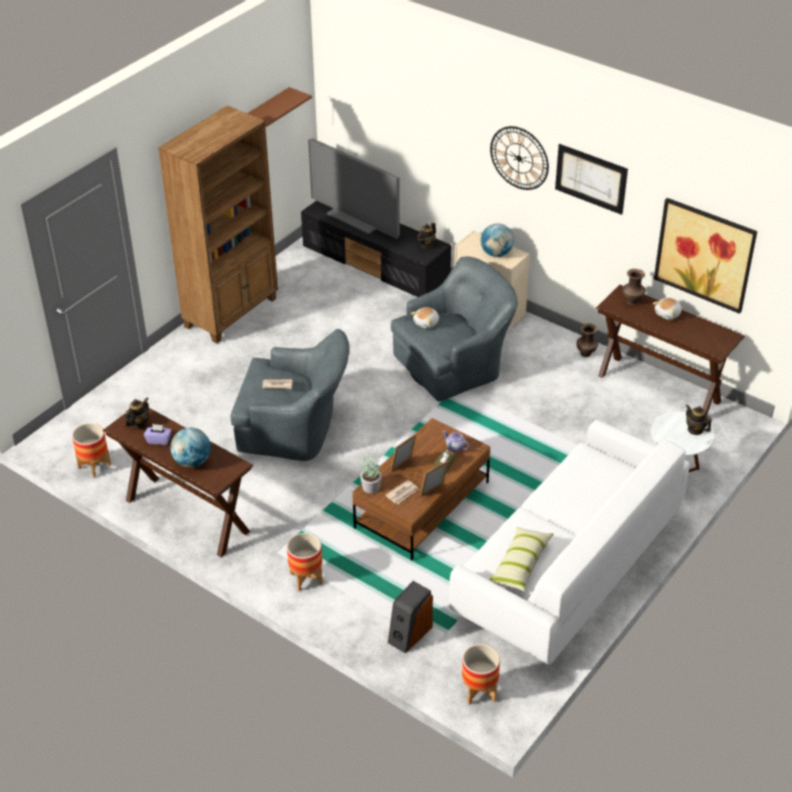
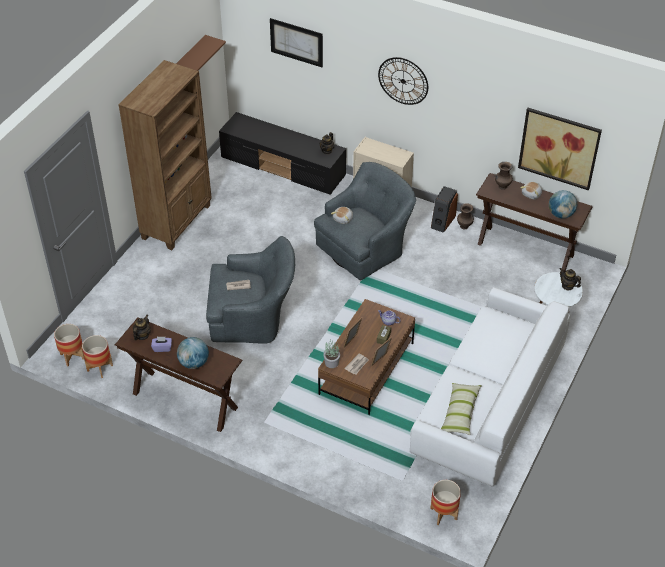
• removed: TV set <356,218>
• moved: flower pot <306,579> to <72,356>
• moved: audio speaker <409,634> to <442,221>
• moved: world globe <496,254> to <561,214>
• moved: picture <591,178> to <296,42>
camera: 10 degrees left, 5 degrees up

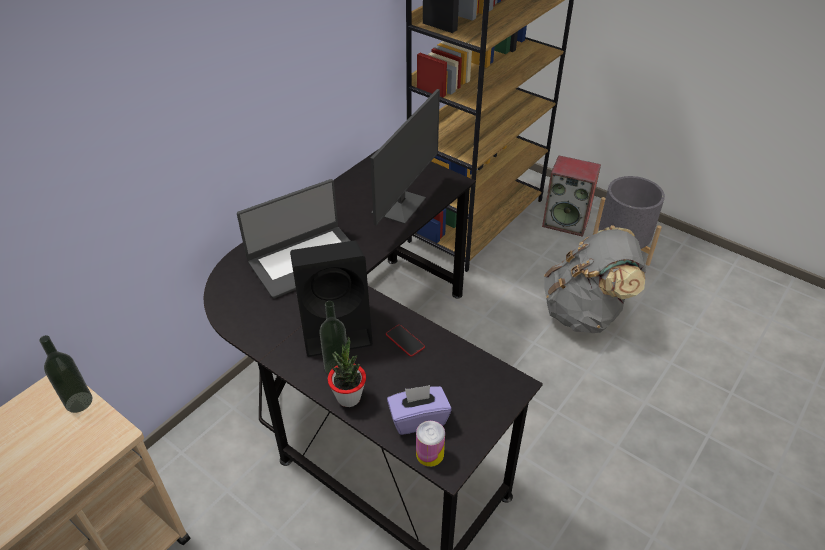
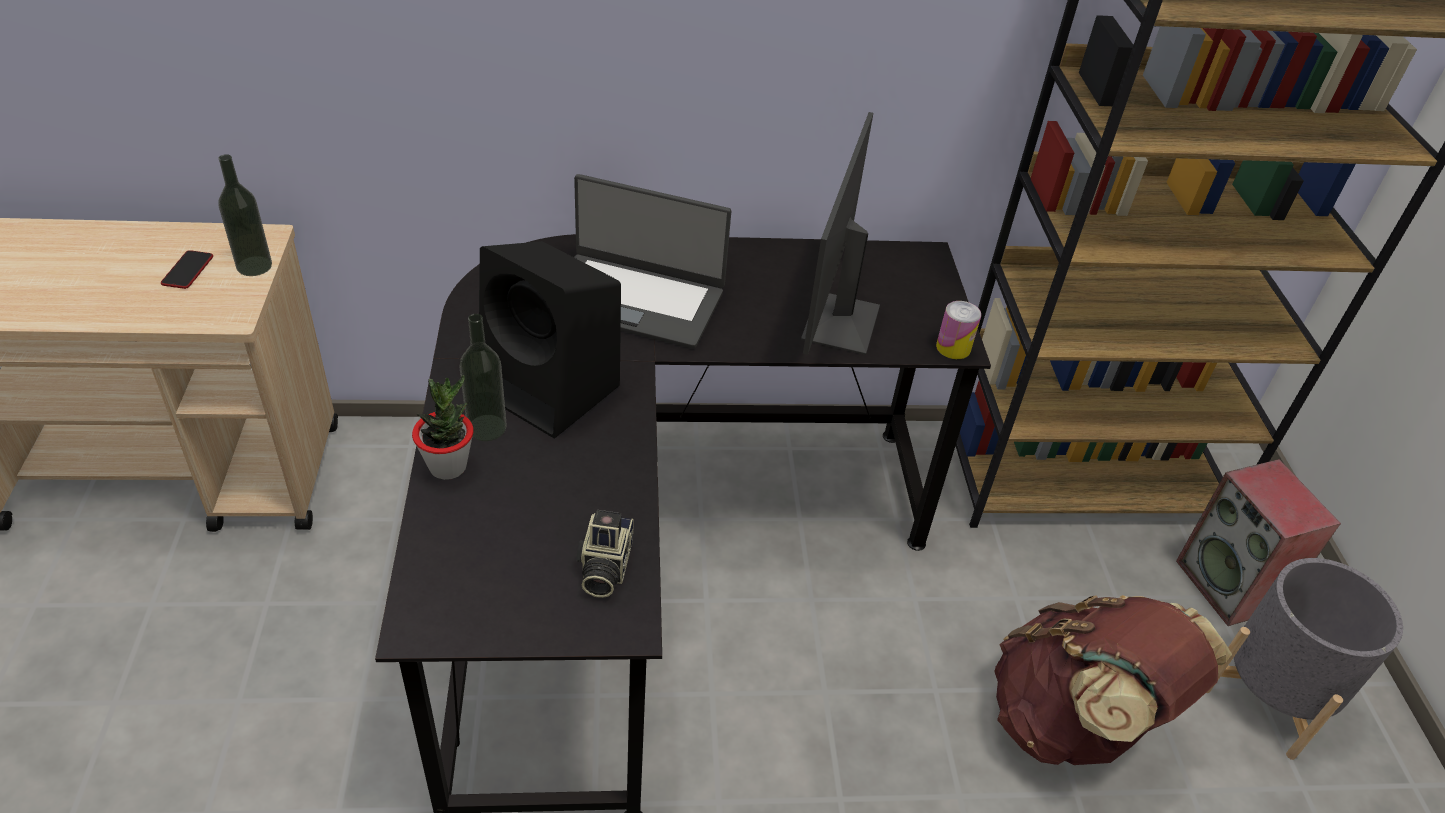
• removed: purple-coloured box of tissues <418,419>
• added: still camera <603,567>
• moved: telephone <405,341> to <187,270>
• moved: metal can <430,454> to <953,348>
• recoloured: greyish knapsack <585,312> to brownish knapsack <1073,723>
• turned: monitor <400,206> = <838,322> 120 degrees clockwise
camera: 45 degrees right, 0 degrees up

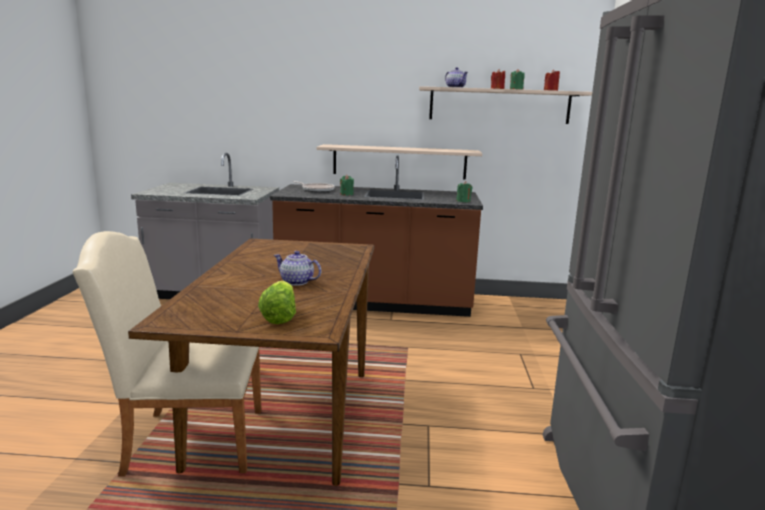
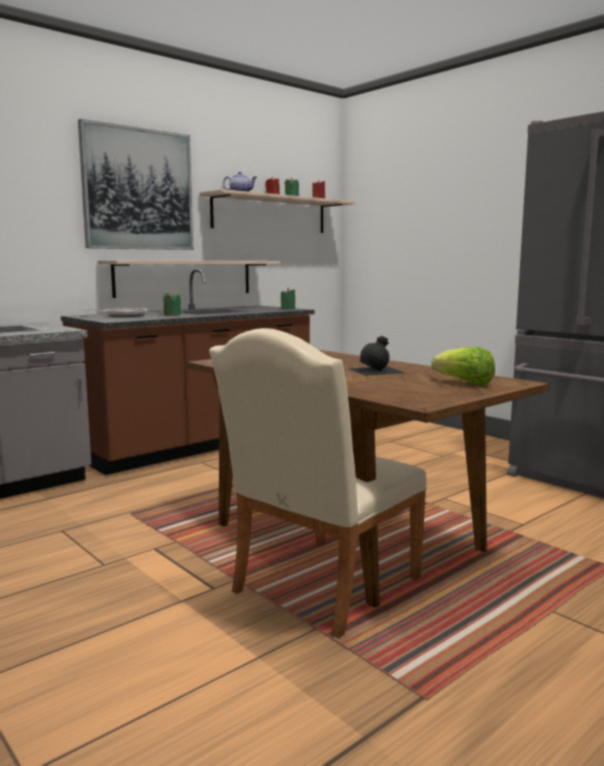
• added: picture <138,189>
• replaced: tea pot <297,282> to black bottle <377,370>
camera: 45 degrees left, 5 degrees down

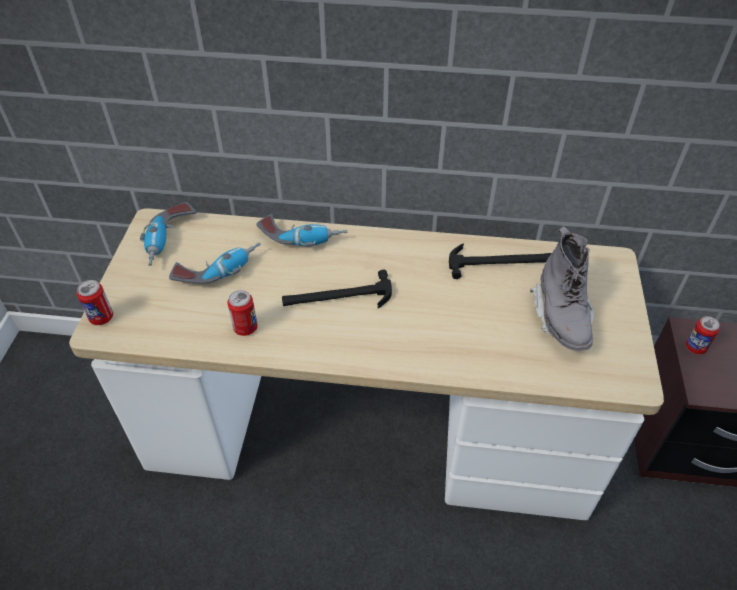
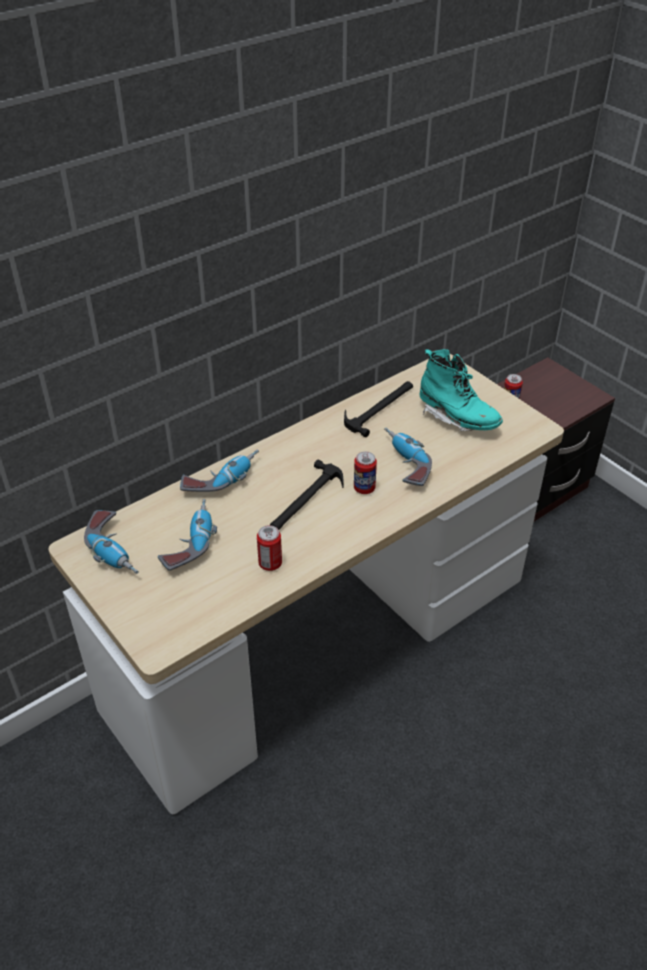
• added: electric drill <403,464>
• moved: metal can <101,318> to <364,488>
• recoloured: greyish high-top boot <561,317> to blue-green high-top boot <457,418>
camera: 45 degrees left, 5 degrees down

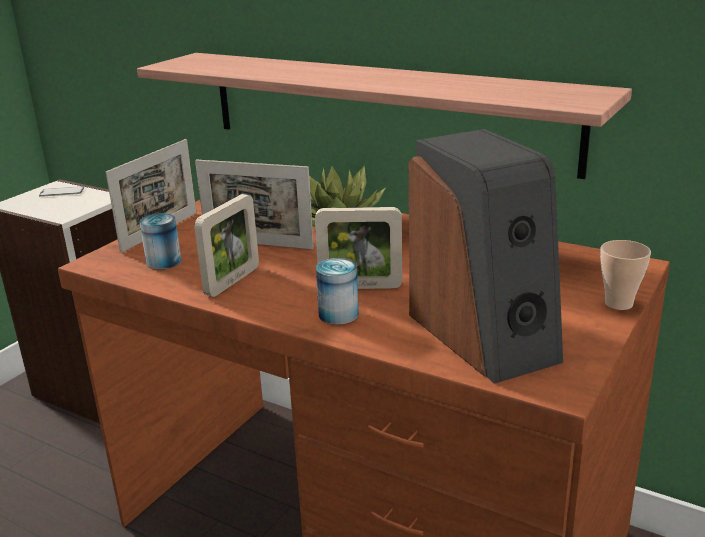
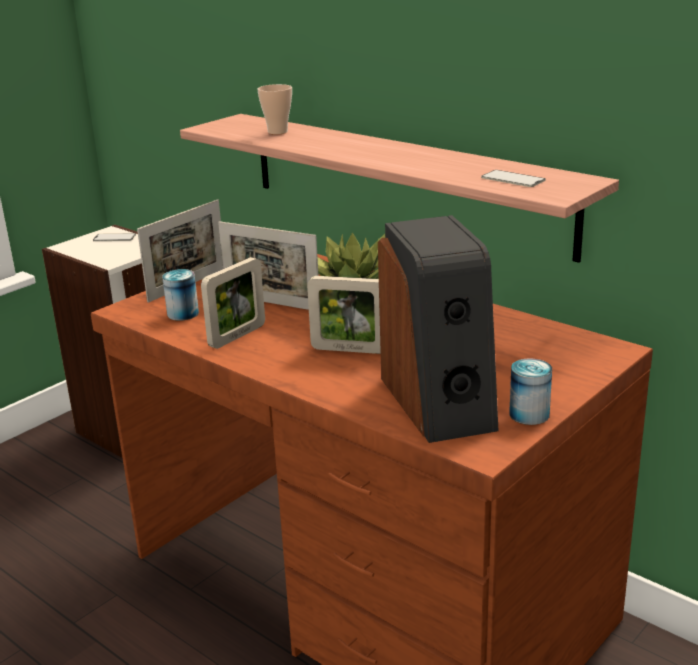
• added: telephone <513,179>
• moved: metal can <338,314> to <529,414>
• moved: cup <618,304> to <277,132>
camera: 10 degrees right, 0 degrees up

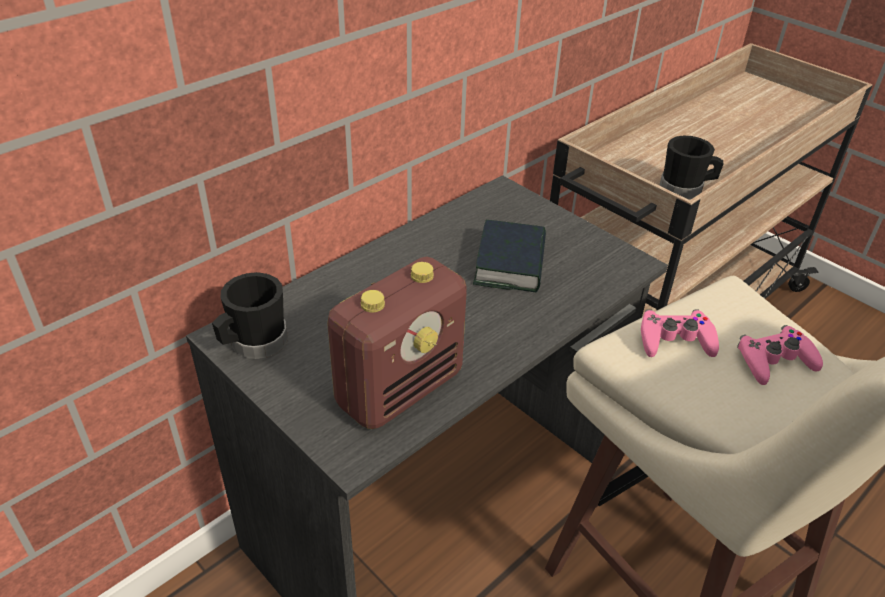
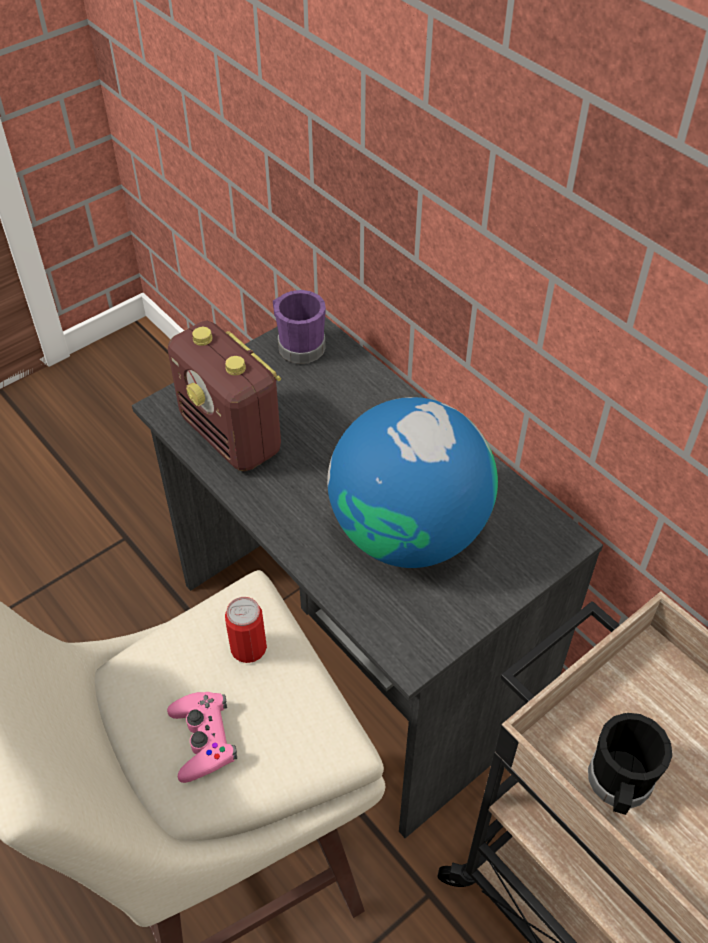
• replaced: bound book <510,263> to world globe <409,531>
• replaced: pink-coloured gamepad <675,340> to metal can <248,647>
• recoloured: black tea mug <253,344> to purple-coloured tea mug <298,345>
camera: 95 degrees right, 10 degrees up

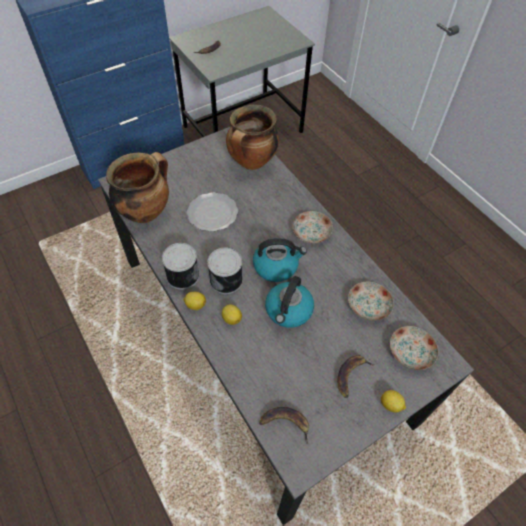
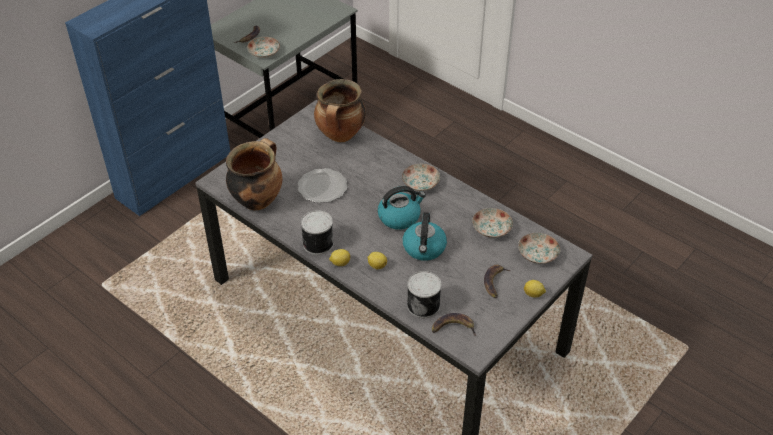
• added: dinner plate <264,53>
• moved: metal can <227,279> to <424,304>
camera: 15 degrees left, 10 degrees down

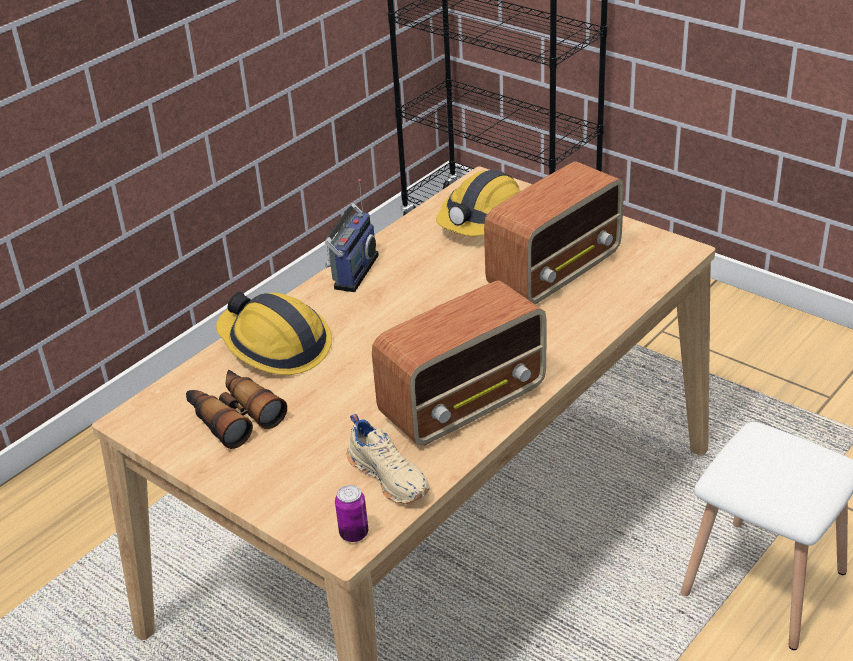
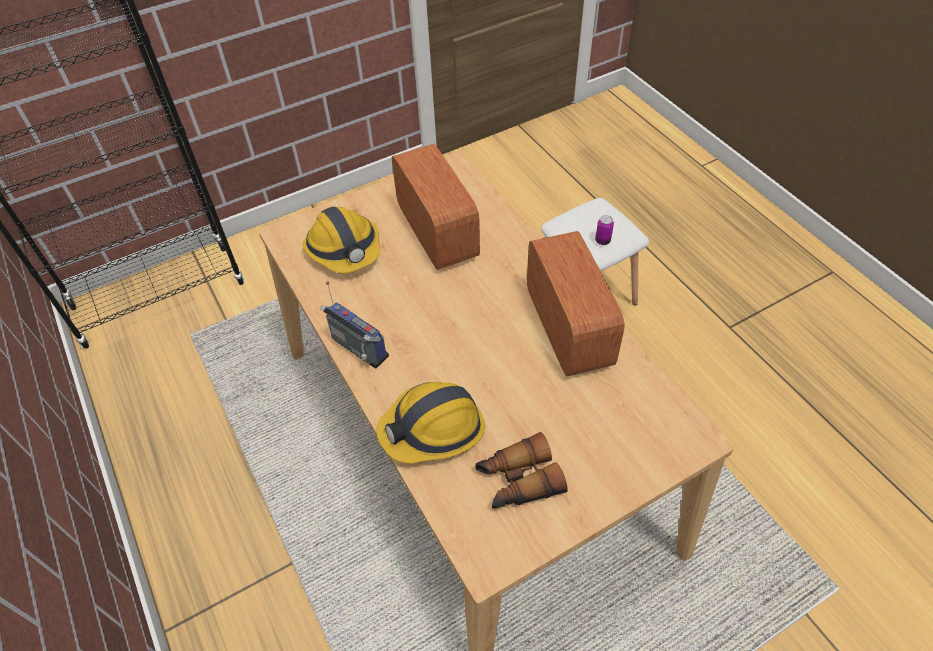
• removed: beige-coloured item of footwear <390,476>
• moved: metal can <354,534> to <602,241>
camera: 70 degrees left, 15 degrees up

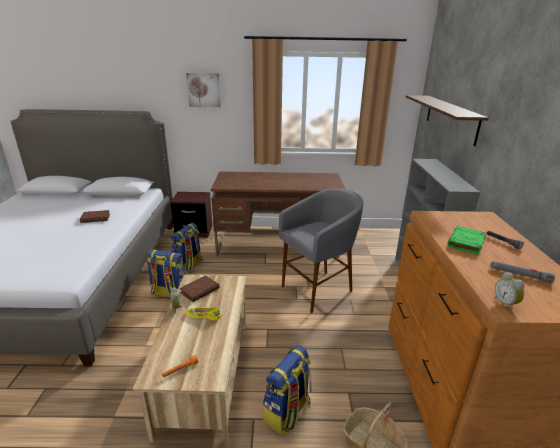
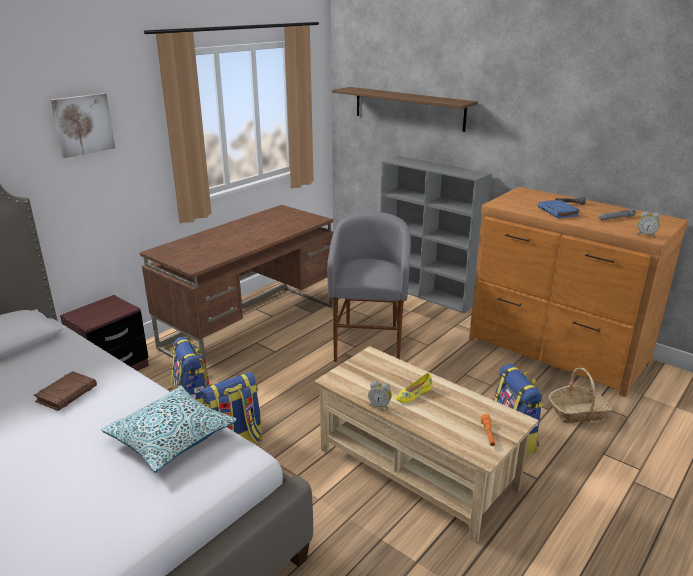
• removed: brownish bound book <200,290>
• added: throw pillow <171,437>
• recoloured: green bound book <466,243> to bluish bound book <558,212>
camera: 50 degrees left, 0 degrees up

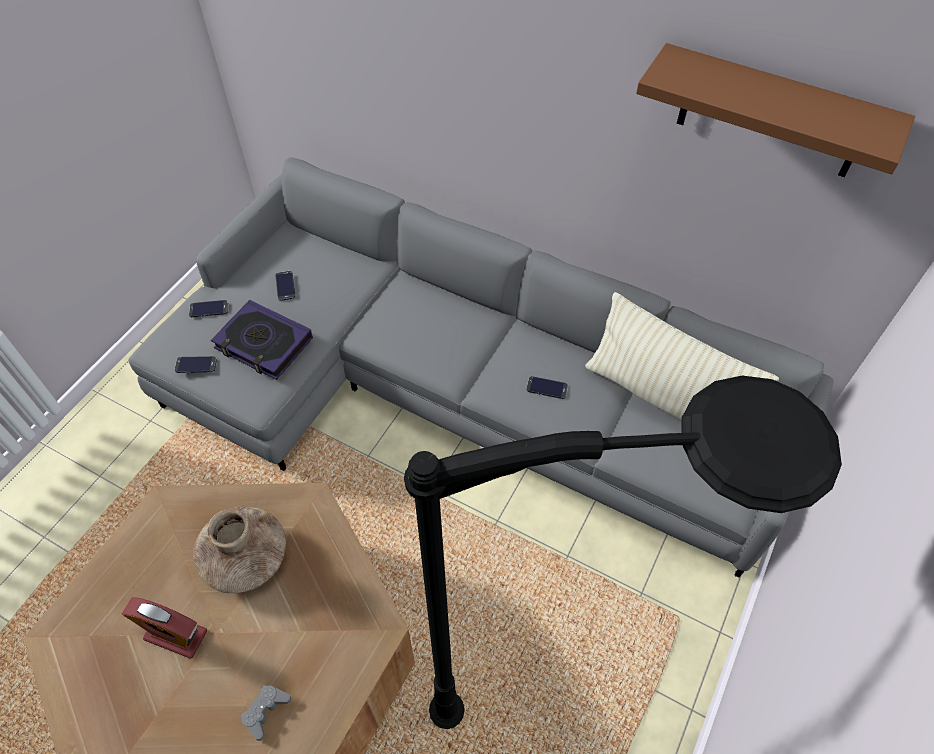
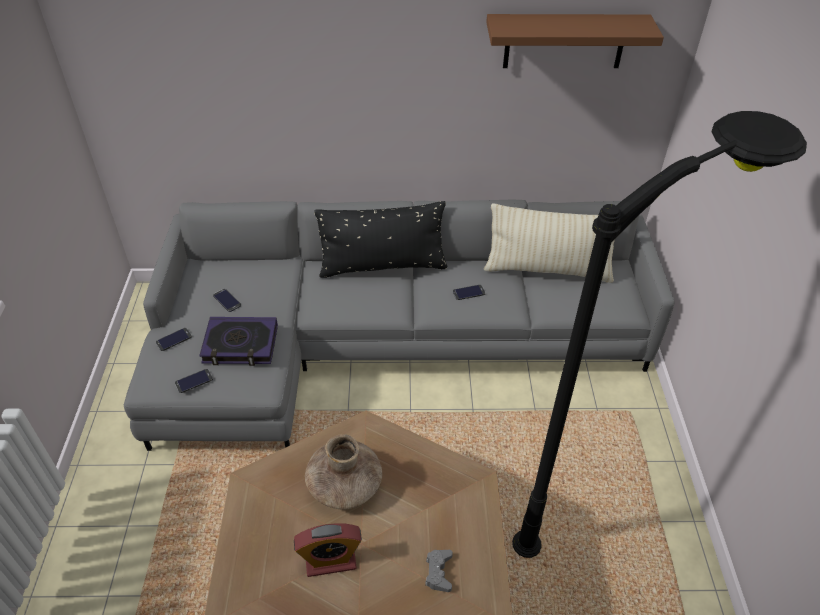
• added: black throw pillow <383,266>
camera: 30 degrees left, 10 degrees down

